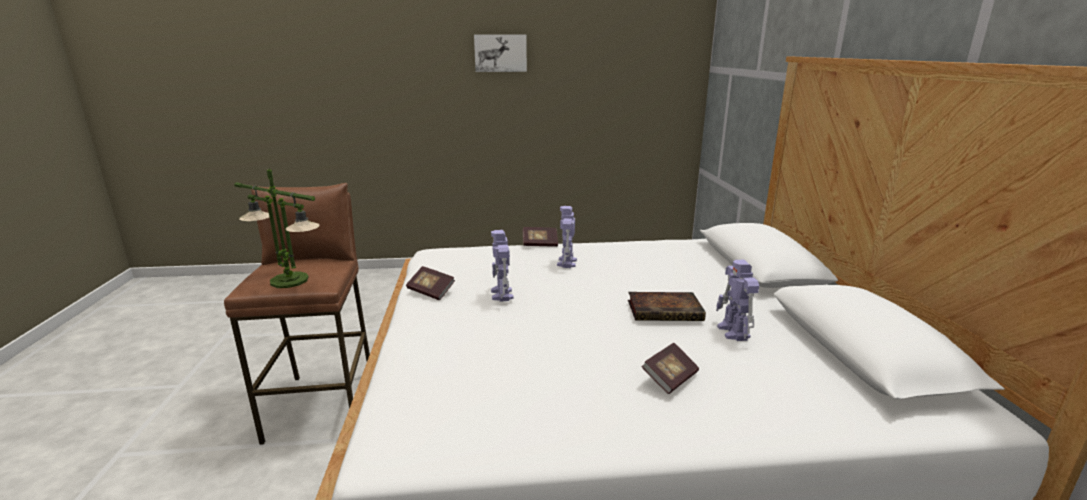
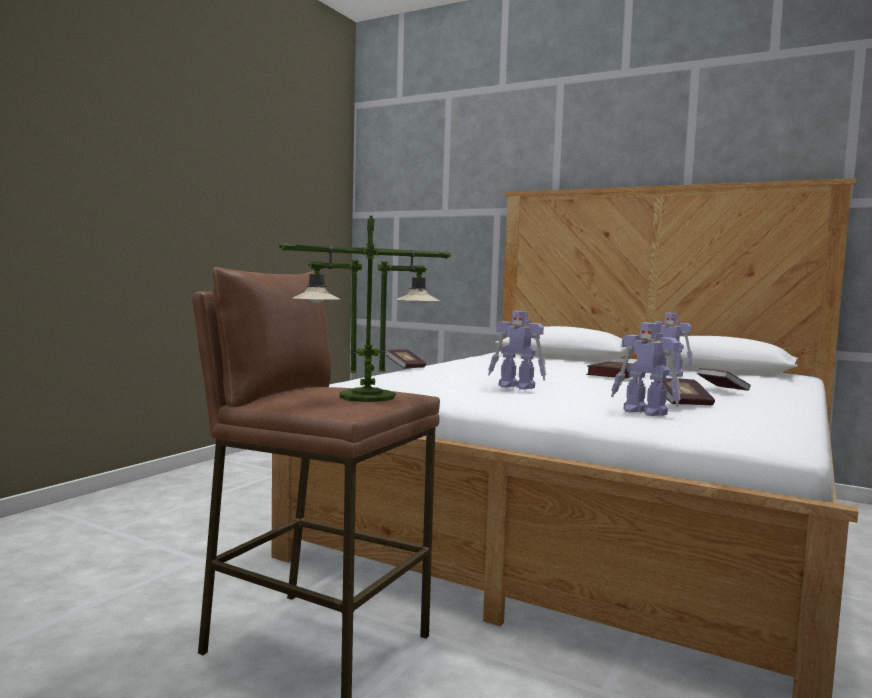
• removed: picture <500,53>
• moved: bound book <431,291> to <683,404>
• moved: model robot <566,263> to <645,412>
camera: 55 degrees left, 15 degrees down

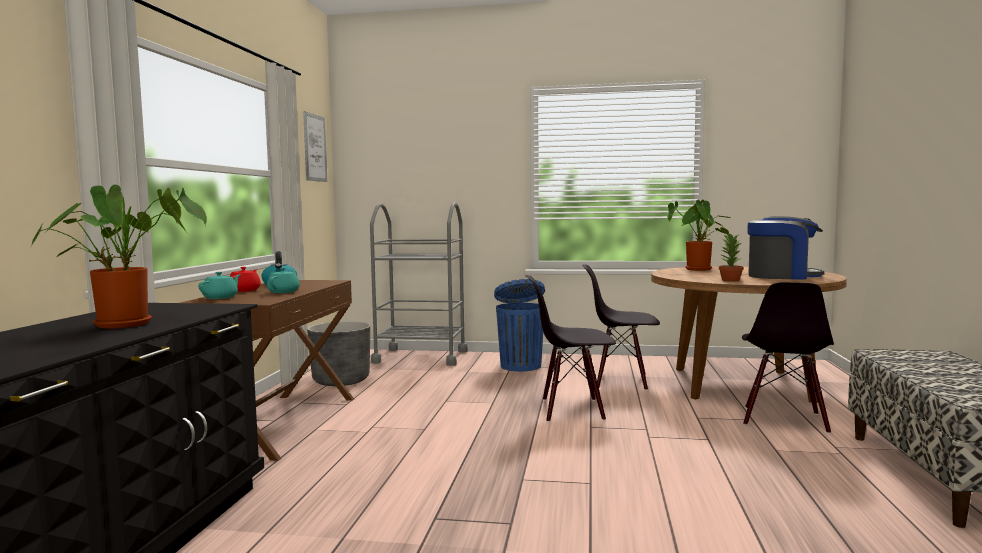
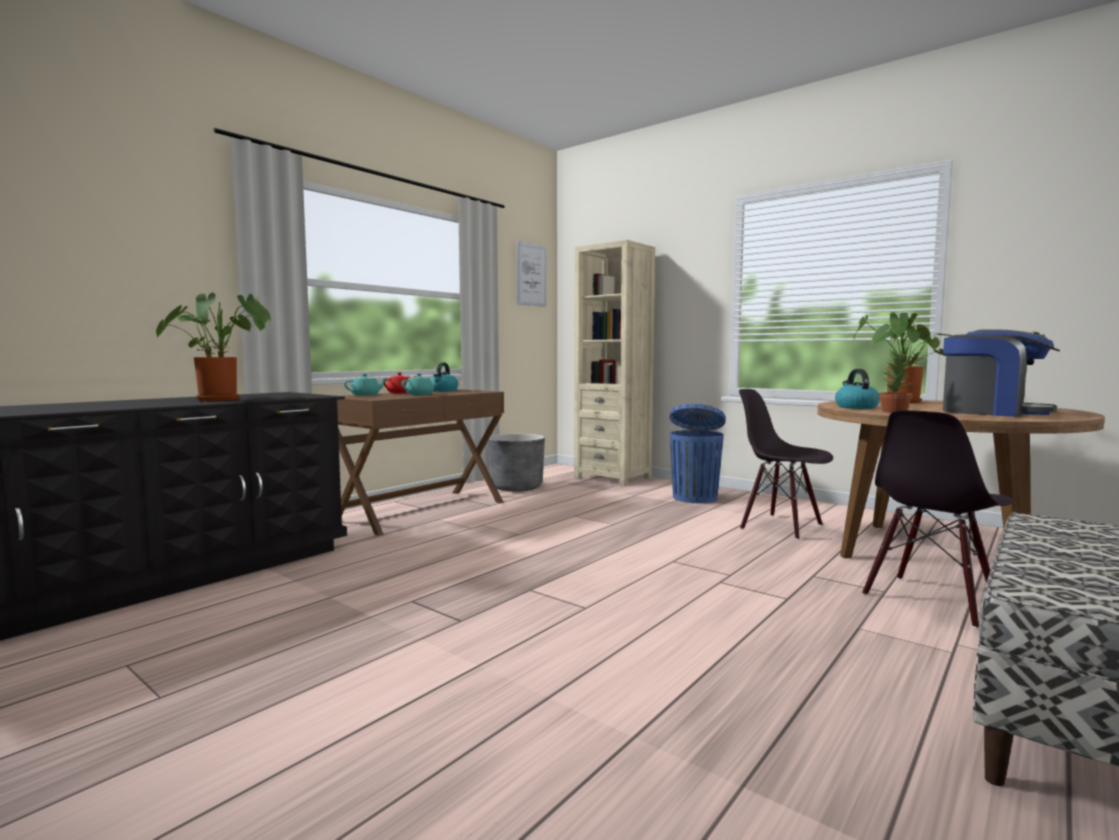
• removed: black chair <571,410>
• added: kettle <855,407>
• replaced: greyish wheeled cart <421,357> to beige-coloured bookshelf <613,478>
camera: 30 degrees right, 0 degrees up

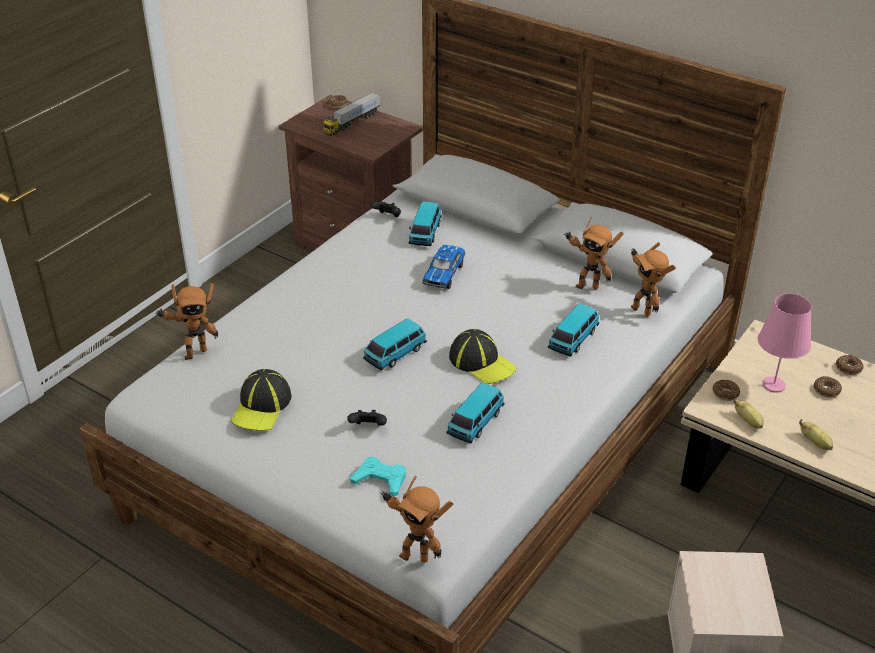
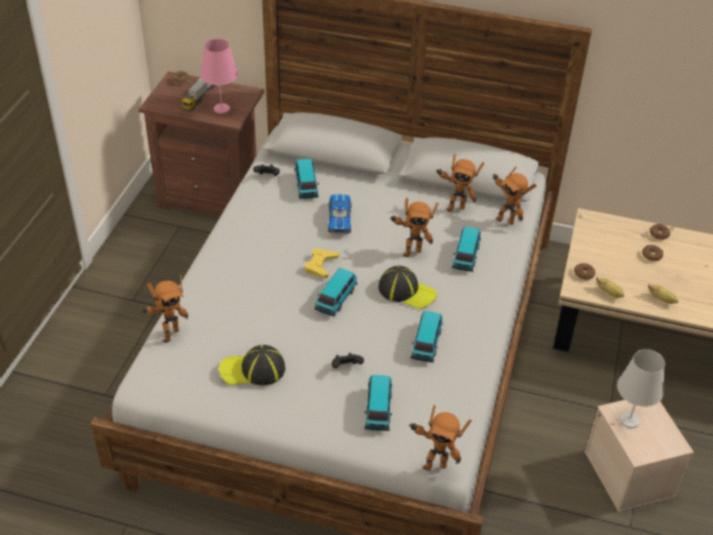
• added: yellow gamepad <321,265>
• added: model robot <410,252>
• added: white-coloured tabletop lamp <630,420>
• moved: pink-coloured tabletop lamp <774,385> to <222,109>
• replaced: blue-green gamepad <380,480> to miniature car <378,409>
• turned: baseball cap <262,406> = <253,370> 90 degrees clockwise
camera: 20 degrees left, 5 degrees up

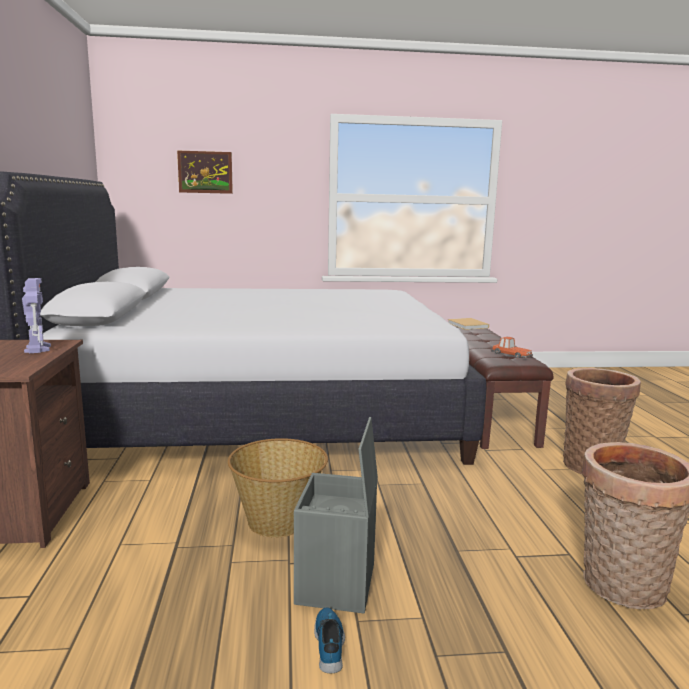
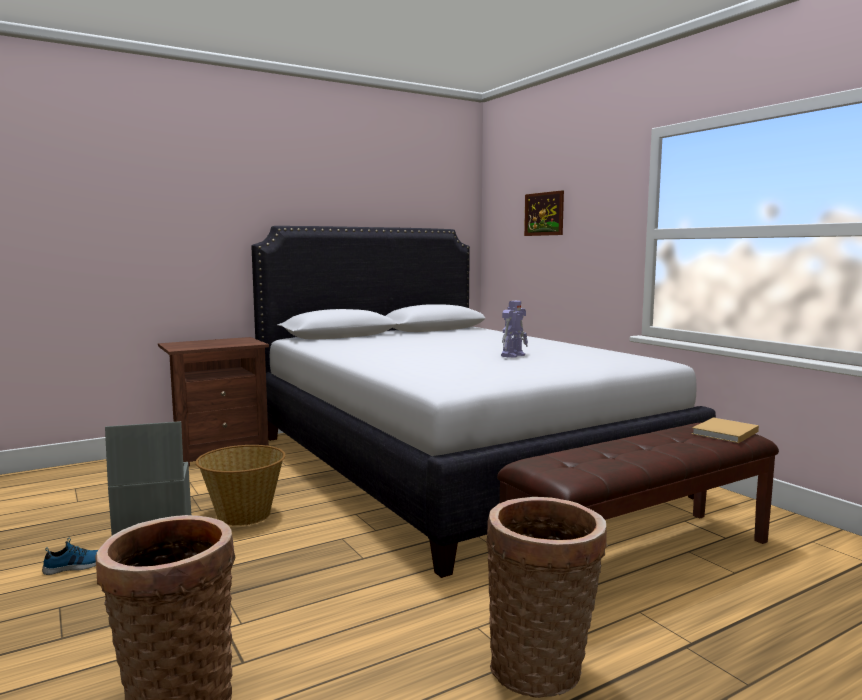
• removed: miniature car <511,354>
• moved: model robot <38,348> to <513,355>
camera: 65 degrees right, 5 degrees down

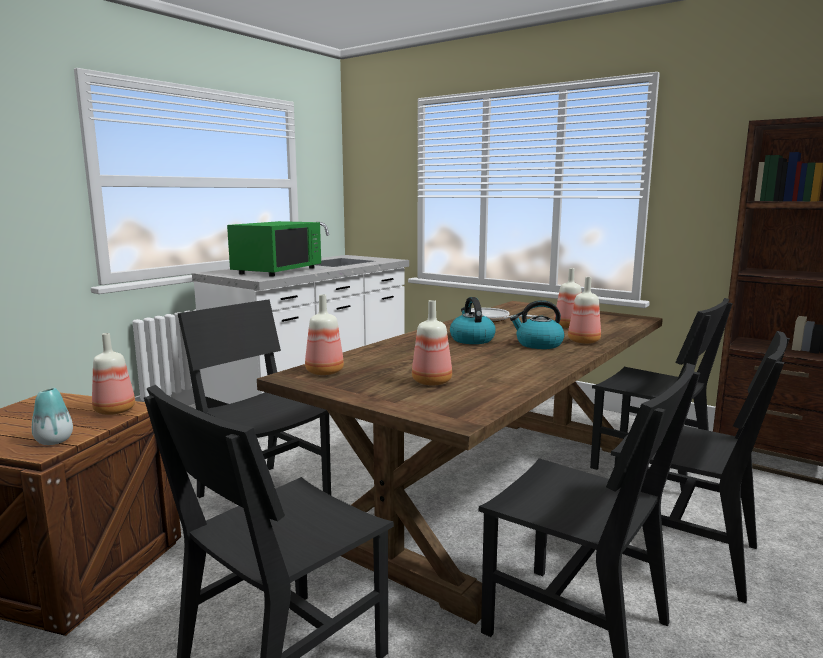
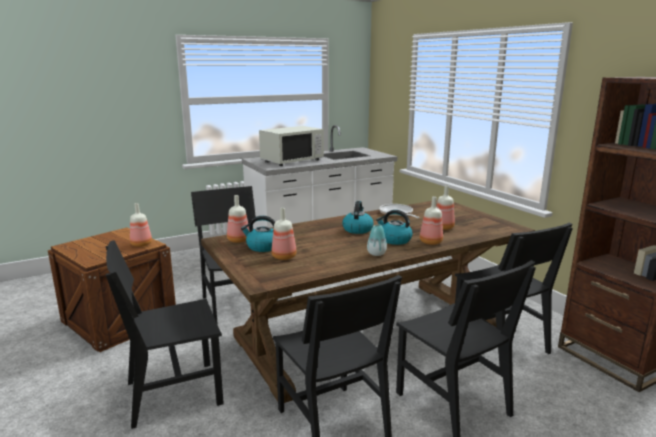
• added: kettle <262,247>
• moved: vase <54,441> to <376,254>
• recoloured: green microwave <277,271> to white-coloured microwave <292,161>
camera: 25 degrees right, 5 degrees up

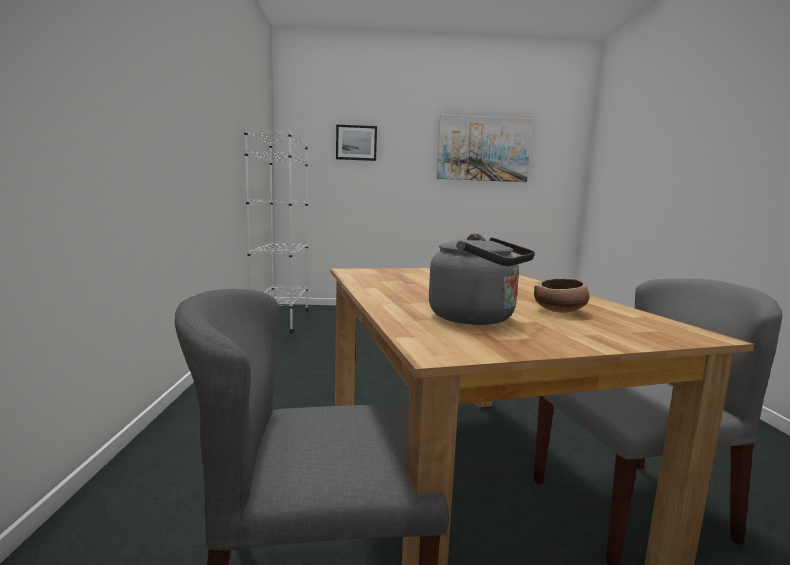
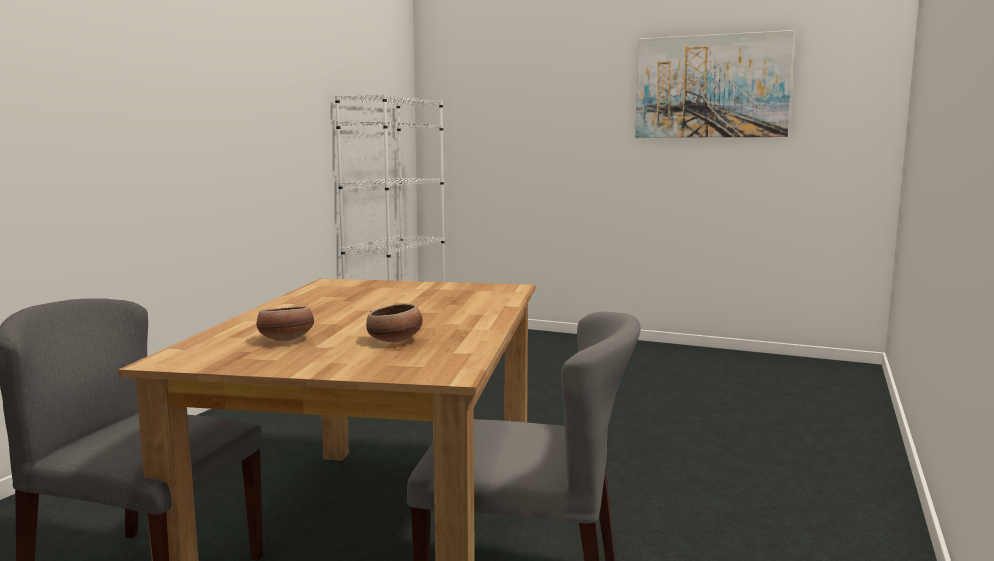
• removed: picture <356,143>
• replaced: greyish kettle <477,318> to bowl <286,340>
camera: 25 degrees right, 0 degrees up

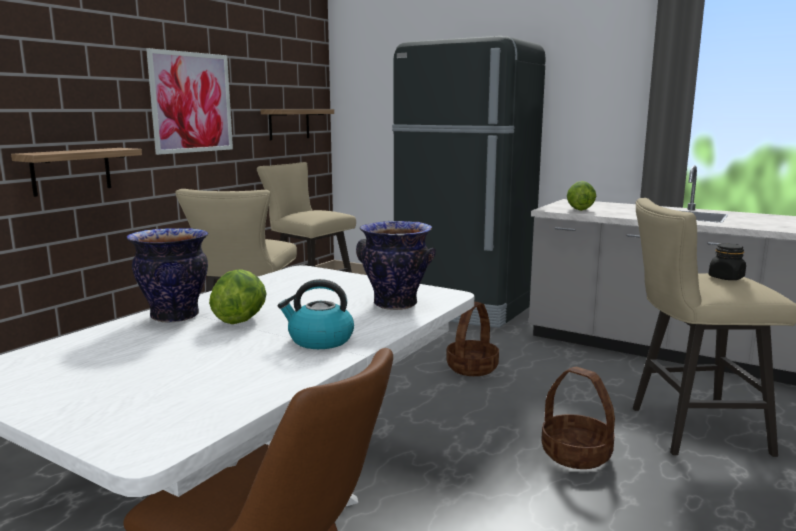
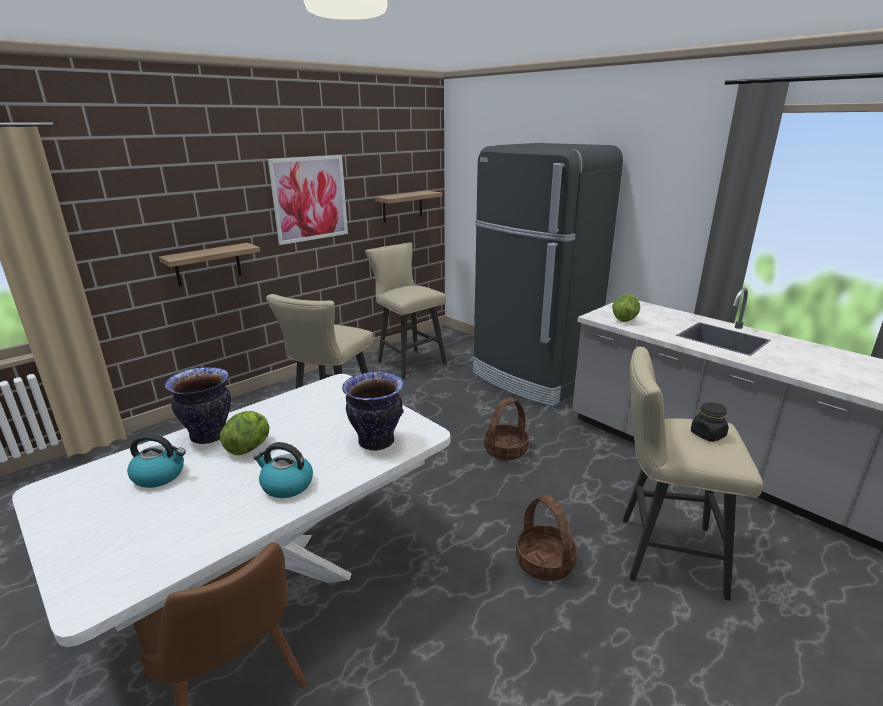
• added: kettle <160,475>
camera: 15 degrees right, 10 degrees up

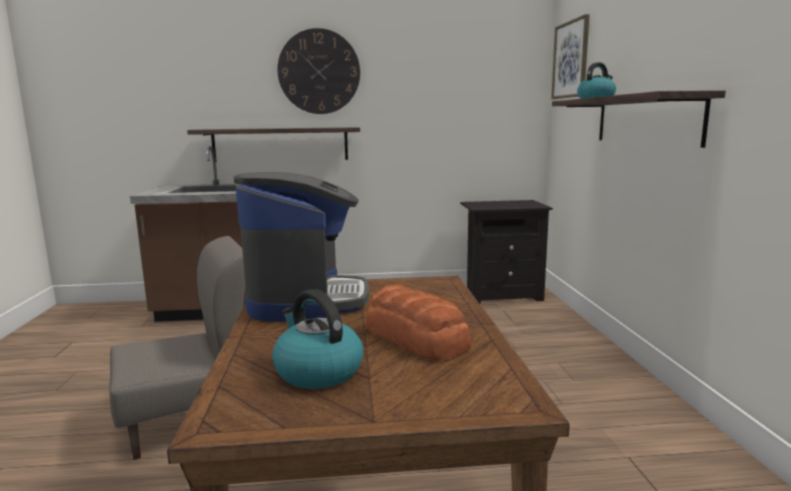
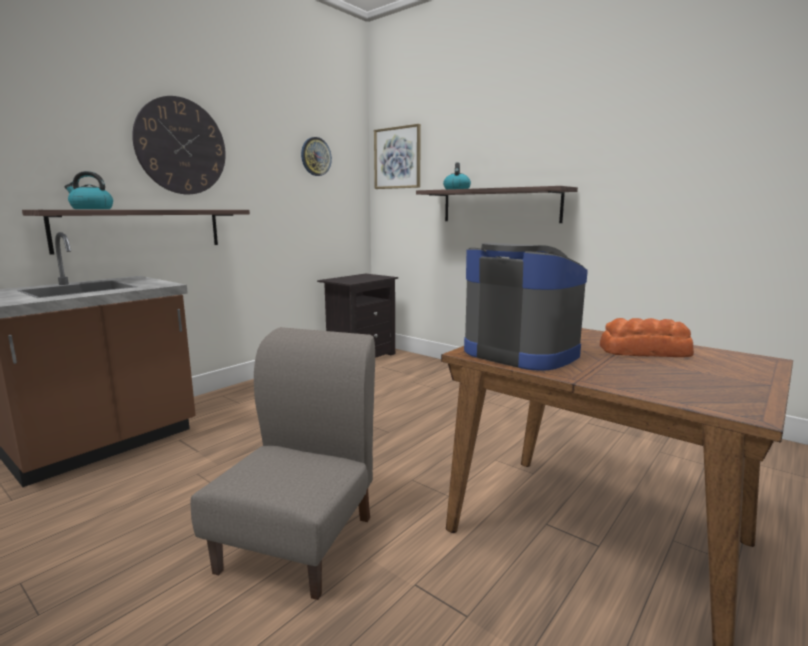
• added: clock on the wall <315,156>
• moved: kettle <317,371> to <91,209>
camera: 45 degrees left, 0 degrees up

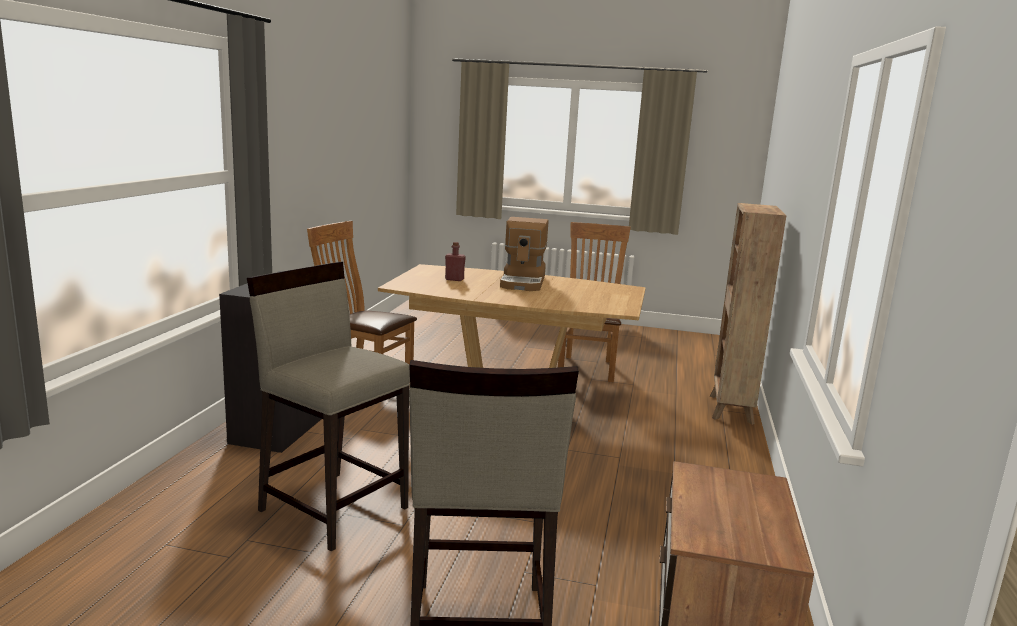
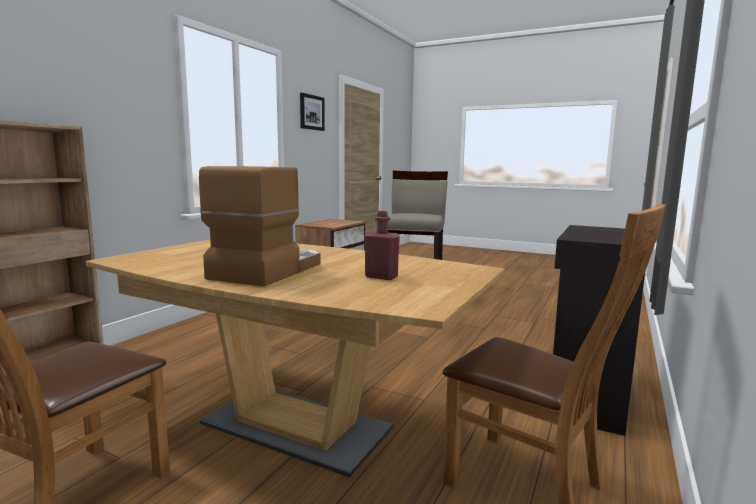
• removed: beige-coloured stool <333,507>
• added: picture <311,112>
camera: 165 degrees left, 5 degrees down

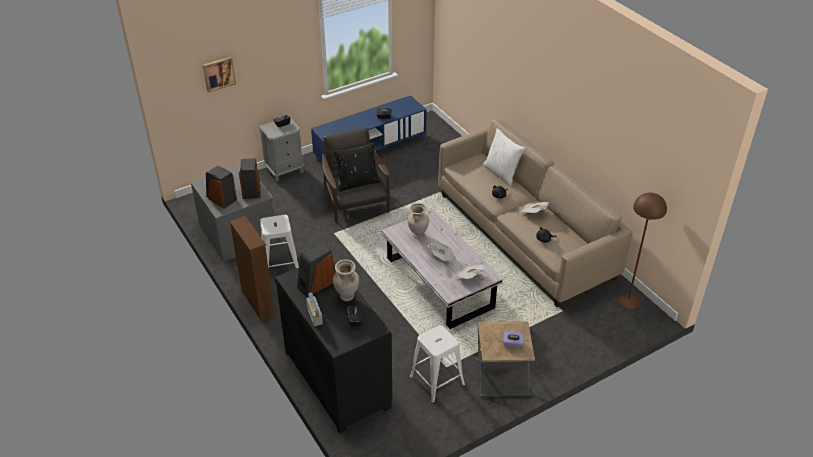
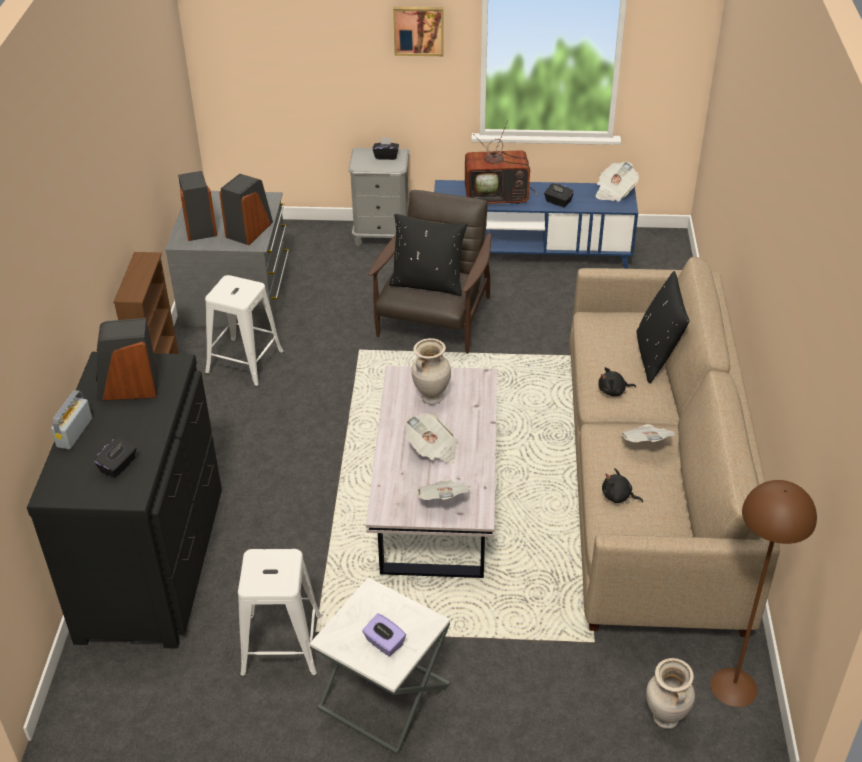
• added: TV set <498,196>
• added: newspaper <614,192>
• moved: picture <218,73> to <419,30>
• moved: beige-coloured vase <346,297> to <664,719>
• recoloured: brownish accent table <501,377> to white-coloured accent table <384,696>
• recoloured: white-coloured throw pillow <501,173> to black throw pillow <656,357>
camera: 35 degrees right, 0 degrees up

